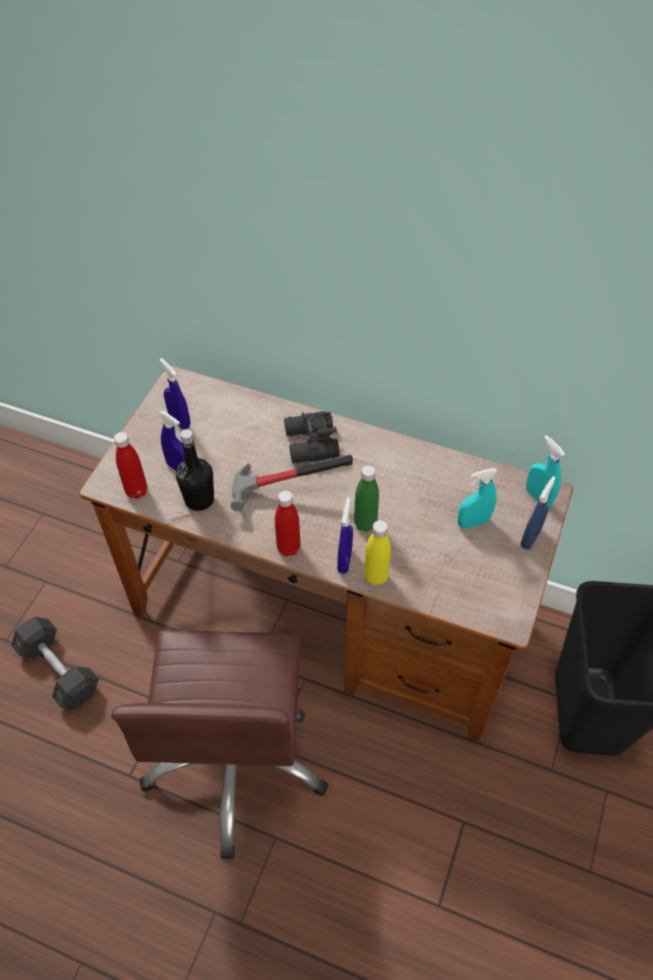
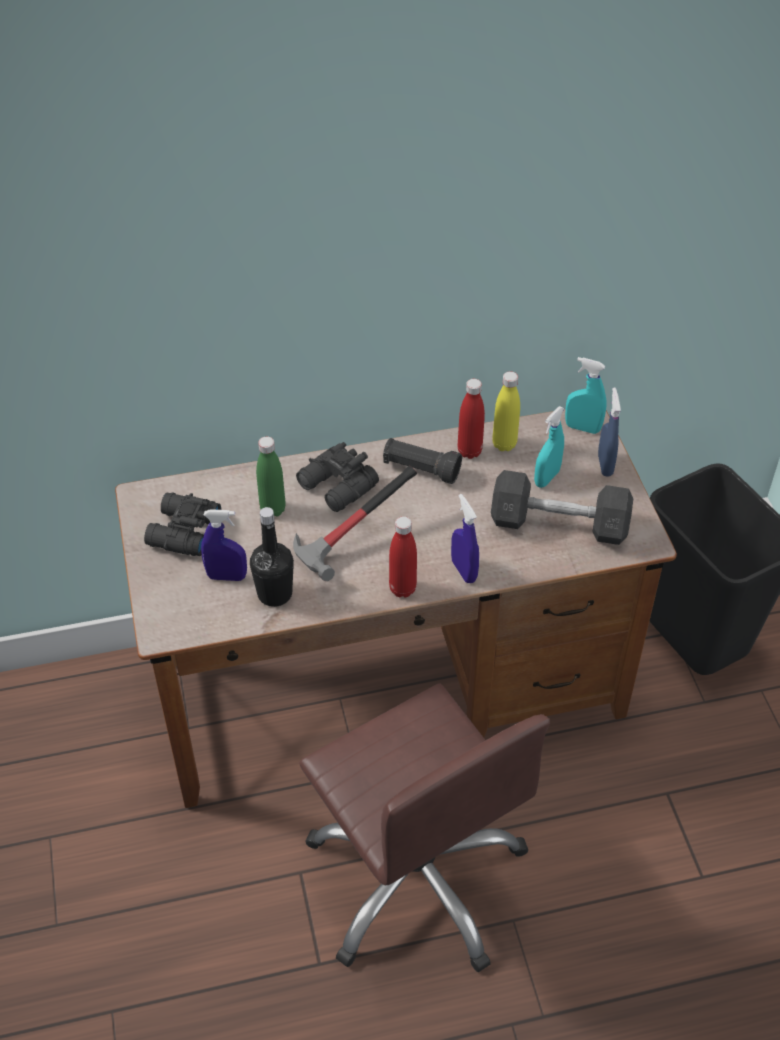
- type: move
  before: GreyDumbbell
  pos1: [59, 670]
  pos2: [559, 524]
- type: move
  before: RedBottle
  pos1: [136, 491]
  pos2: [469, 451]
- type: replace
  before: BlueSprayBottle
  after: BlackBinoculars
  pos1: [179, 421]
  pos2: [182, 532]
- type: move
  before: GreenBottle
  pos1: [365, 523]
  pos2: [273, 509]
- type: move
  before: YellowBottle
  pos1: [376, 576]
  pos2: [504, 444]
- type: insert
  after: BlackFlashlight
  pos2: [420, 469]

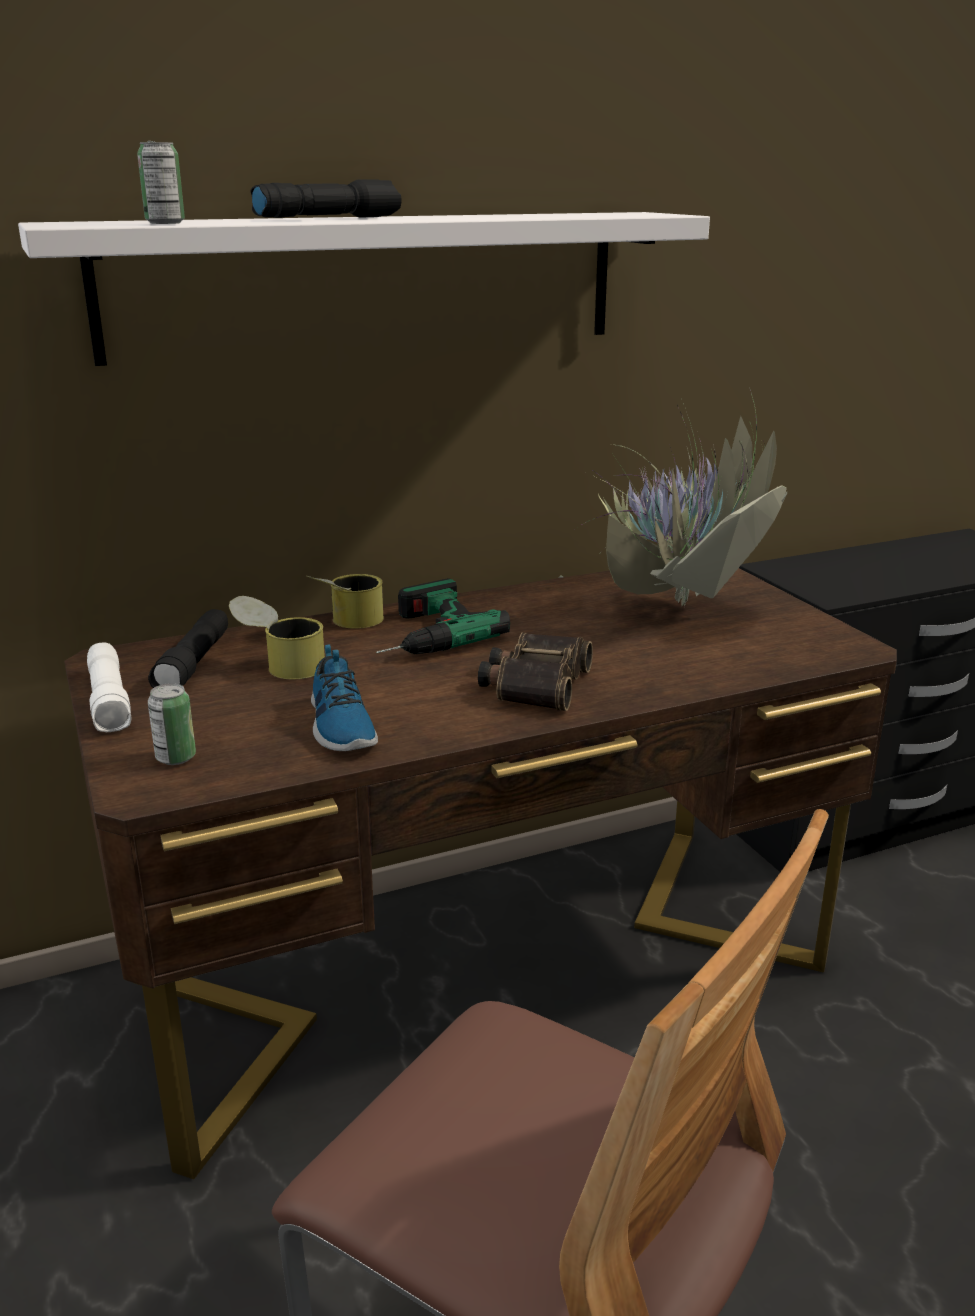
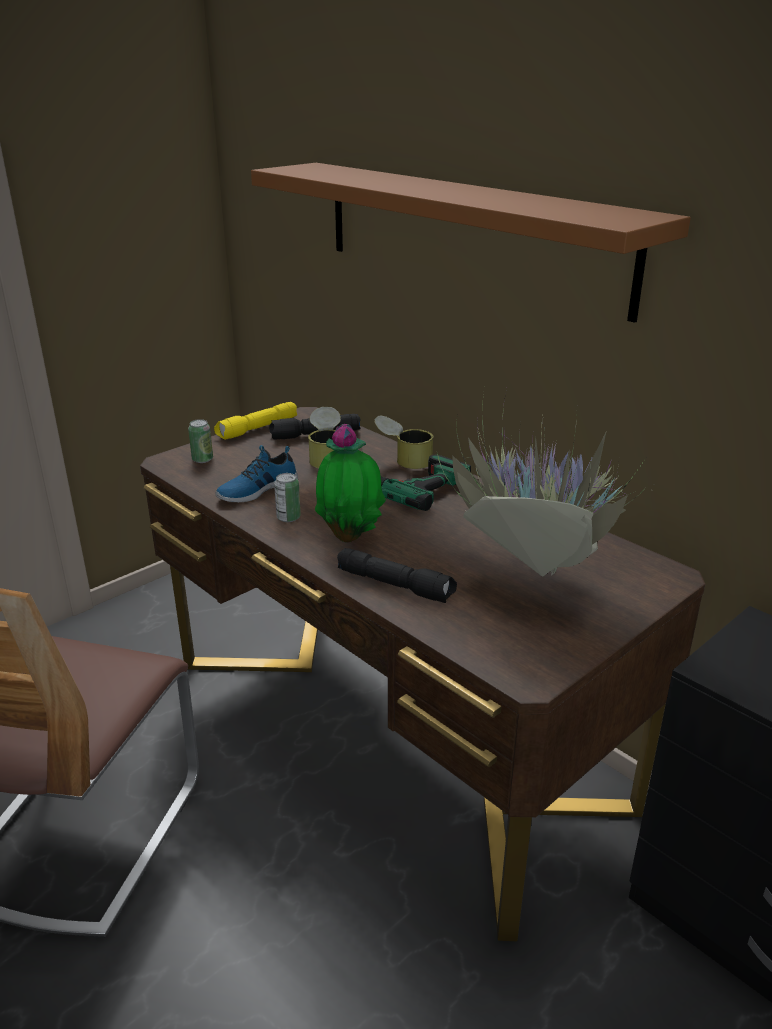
- type: recolor
  before: WhiteShelf
  after: BrownShelf
  pos1: [368, 284]
  pos2: [468, 234]
- type: recolor
  before: WhiteFlashlight
  after: YellowFlashlight
  pos1: [110, 701]
  pos2: [257, 429]
- type: move
  before: Can
  pos1: [165, 223]
  pos2: [288, 518]
- type: move
  before: BlackFlashlight
  pos1: [328, 218]
  pos2: [396, 585]
- type: replace
  before: Binoculars
  after: PottedPlant
  pos1: [535, 684]
  pos2: [350, 537]

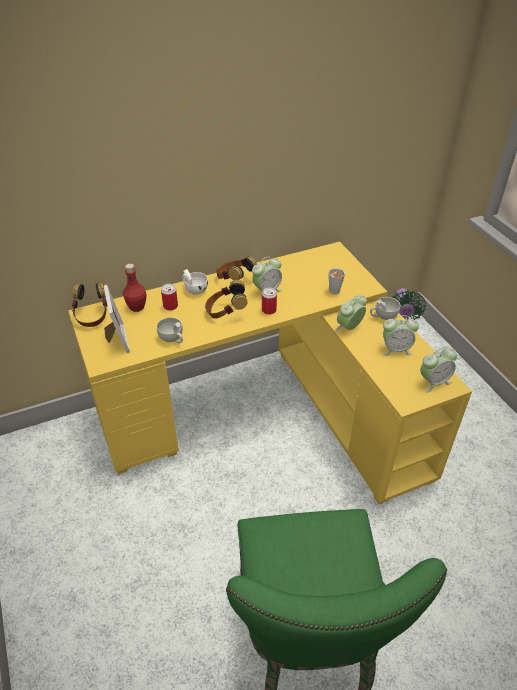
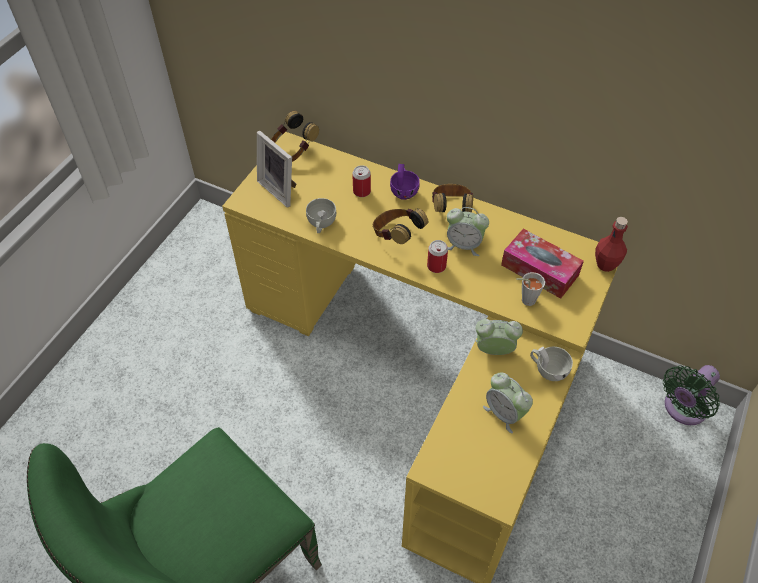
- type: rotate
  before: PictureFrame
  pos1: [116, 340]
  pos2: [280, 189]
  turn: 105
- type: move
  before: RedBottle
  pos1: [137, 307]
  pos2: [605, 264]
- type: recolor
  before: WhiteCup
  after: PurpleCup
  pos1: [194, 289]
  pos2: [404, 190]
- type: delete
  before: AlarmClock
  pos1: [434, 382]
- type: insert
  after: TissueBox
  pos2: [539, 270]

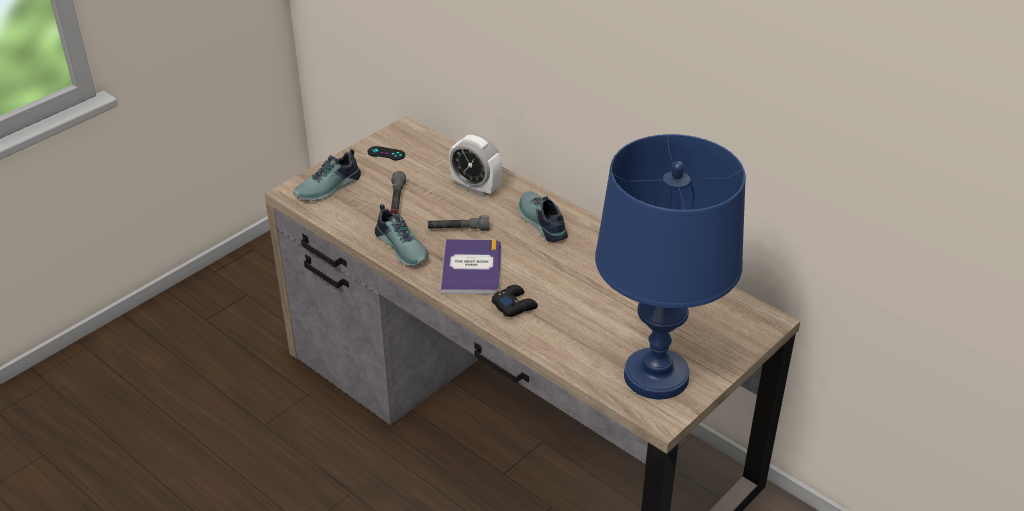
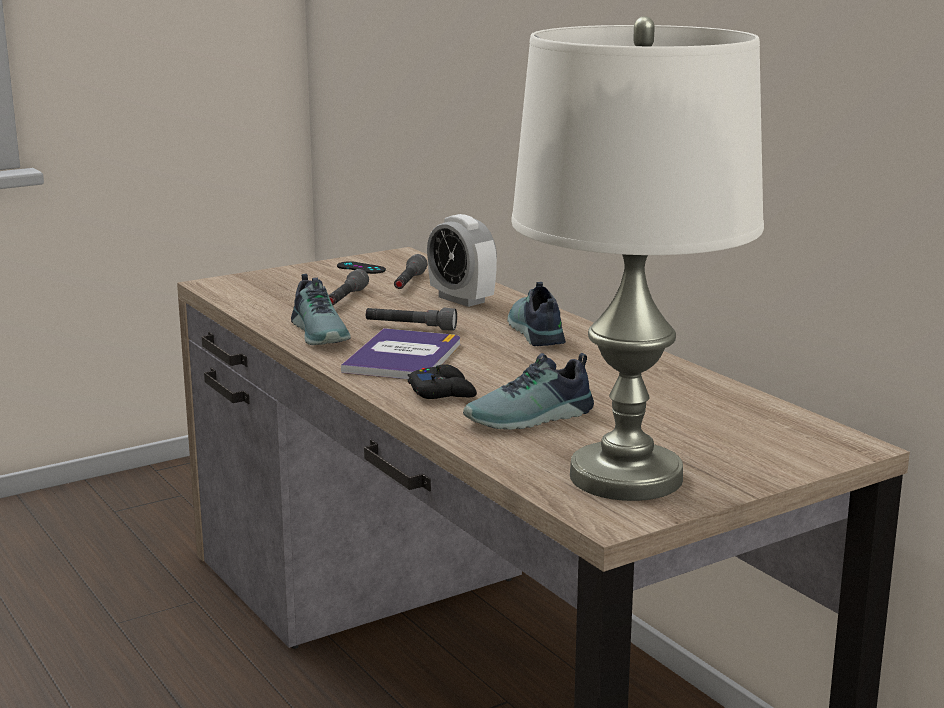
- type: move
  before: Shoe
  pos1: [329, 188]
  pos2: [531, 419]
- type: recolor
  before: BlueTableLamp
  after: WhiteTableLamp
  pos1: [655, 376]
  pos2: [625, 476]
- type: insert
  after: GreyFlashlight
  pos2: [409, 283]

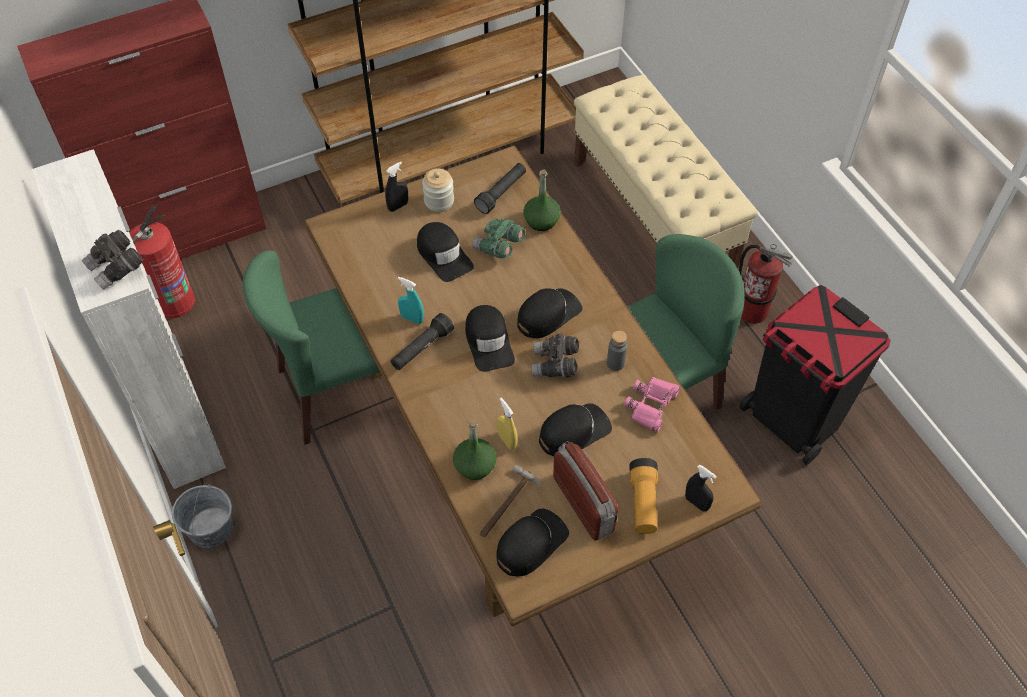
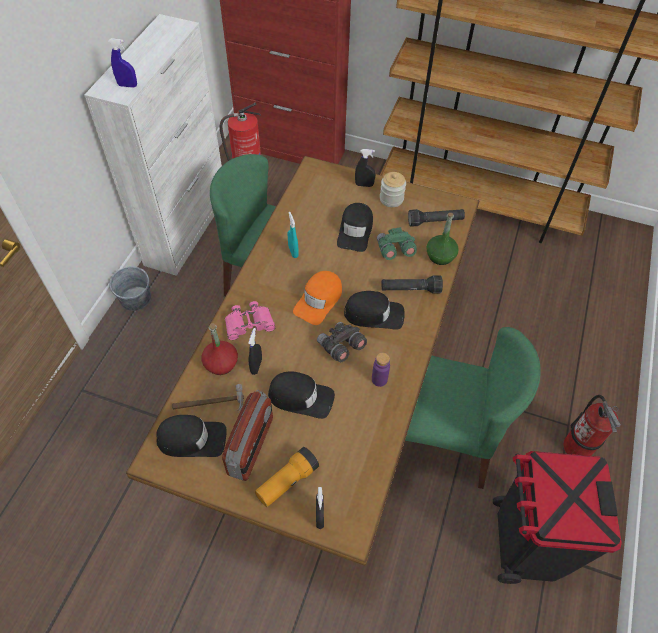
- type: replace
  before: GreyBinoculars
  after: BlueSprayBottle
  pos1: [117, 268]
  pos2: [127, 85]
- type: move
  before: BlackFlashlight
  pos1: [422, 349]
  pos2: [410, 290]
- type: recolor
  before: GreenBottle
  after: RedBottle
  pos1: [475, 465]
  pos2: [221, 364]
- type: recolor
  before: BlackCap
  after: OrangeCap
  pos1: [489, 342]
  pos2: [319, 300]
- type: recolor
  before: YellowSprayBottle
  after: BlackSprayBottle
  pos1: [507, 440]
  pos2: [256, 366]
- type: delete
  before: BeigeBench
  pos1: [653, 216]
- type: recolor
  before: GreyBottle
  after: PurpleBottle
  pos1: [615, 363]
  pos2: [379, 379]
- type: move
  before: PinkBinoculars
  pos1: [651, 405]
  pos2: [249, 324]

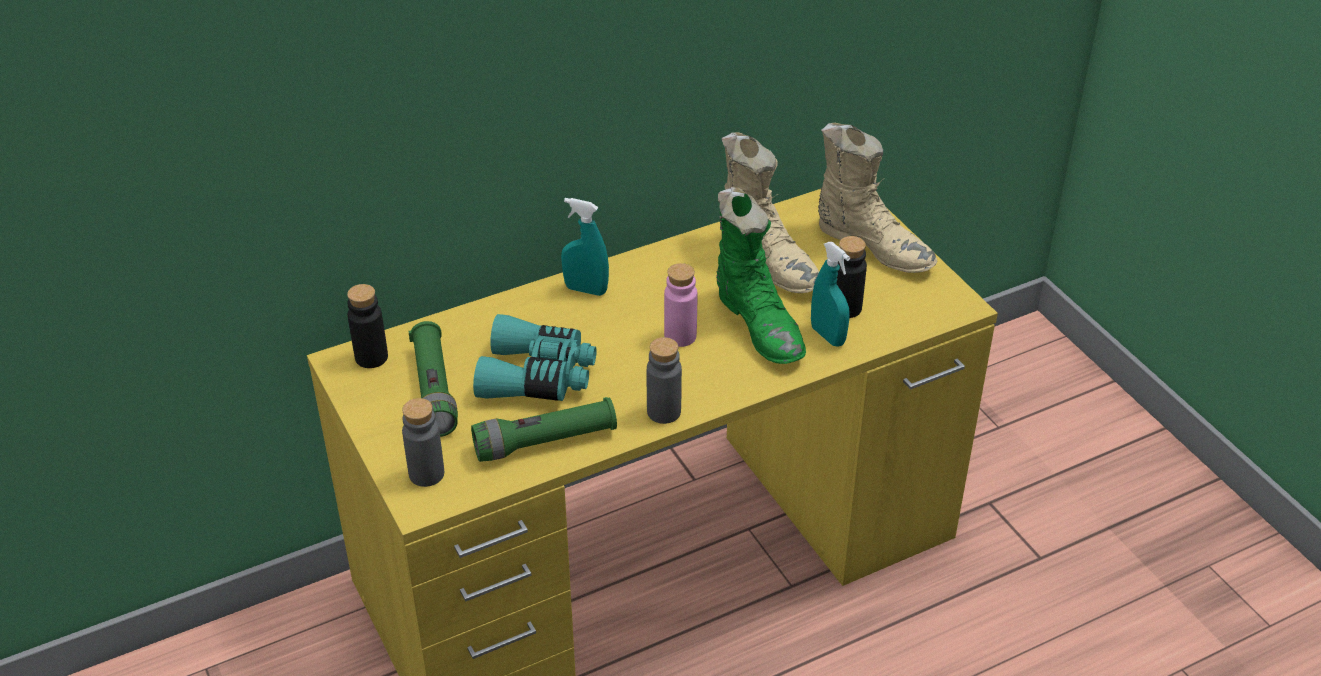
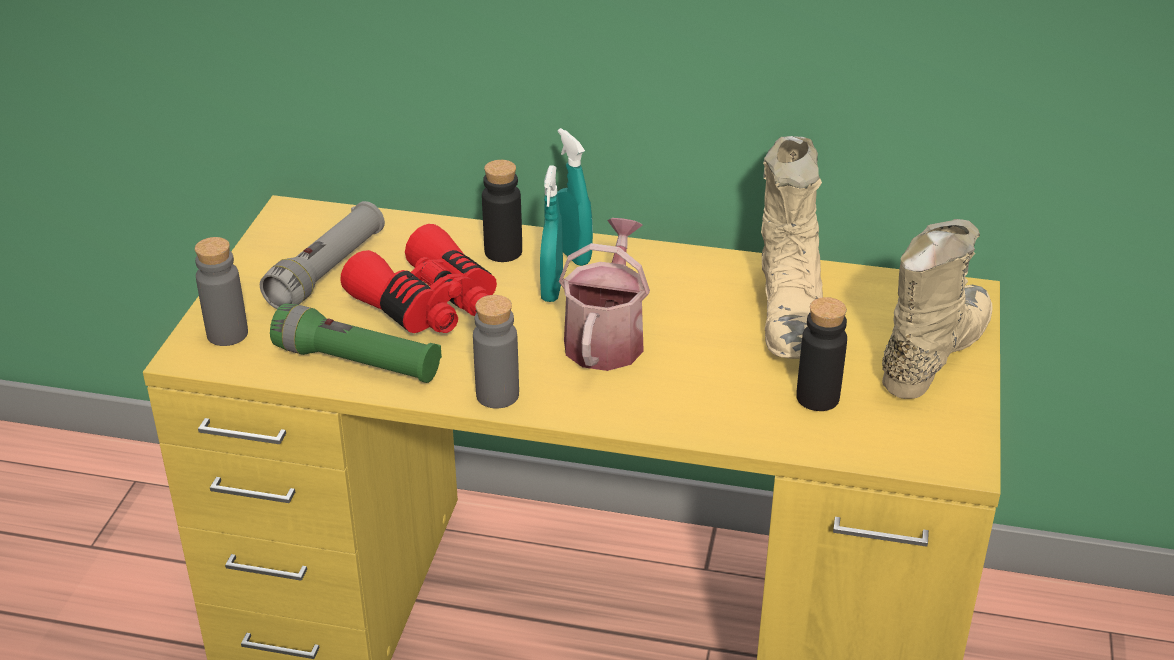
- type: move
  before: BlackBottle
  pos1: [371, 357]
  pos2: [503, 252]
- type: recolor
  before: GreenFlashlight
  after: GreyFlashlight
  pos1: [434, 391]
  pos2: [327, 271]
- type: recolor
  before: TurquoiseBinoculars
  after: RedBinoculars
  pos1: [538, 376]
  pos2: [428, 304]
- type: replace
  before: PinkBottle
  after: WateringCan
  pos1: [680, 336]
  pos2: [606, 337]
- type: delete
  before: GreenBoot
  pos1: [759, 325]
- type: move
  before: TurquoiseSprayBottle
  pos1: [827, 336]
  pos2: [552, 290]
- type: rotate
  before: BeigeBoot
  pos1: [873, 246]
  pos2: [931, 354]
  turn: -135

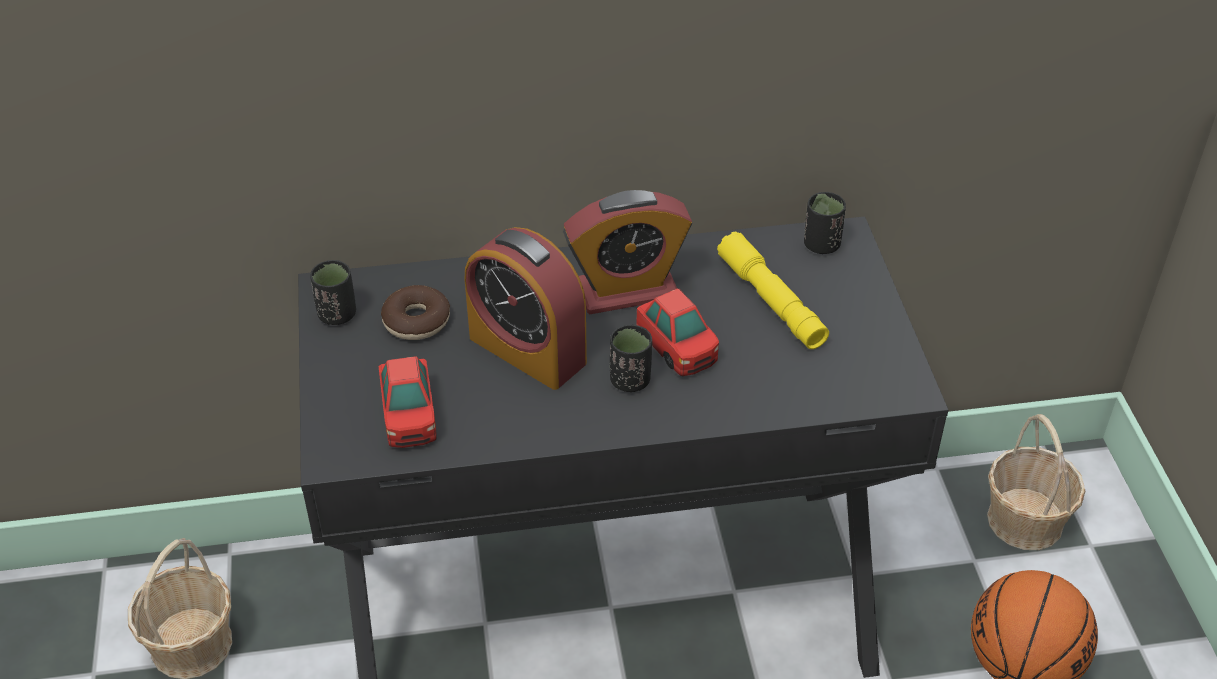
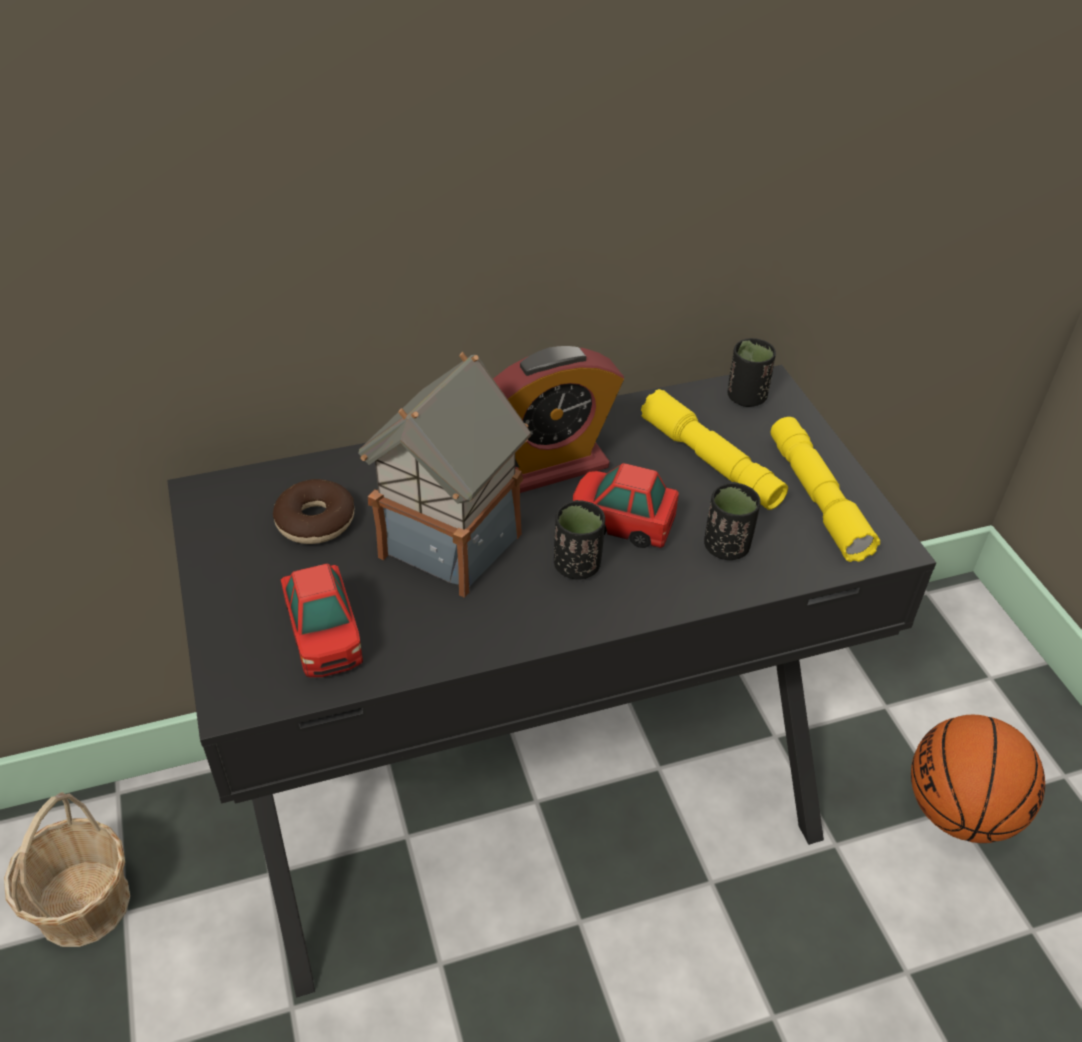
- type: move
  before: BlackCup
  pos1: [337, 315]
  pos2: [726, 547]
- type: replace
  before: AlarmClock
  after: ToyHouse
  pos1: [527, 350]
  pos2: [451, 542]
- type: rotate
  before: ToyCar
  pos1: [677, 348]
  pos2: [621, 523]
  turn: 150
- type: delete
  before: Basket
  pos1: [1024, 521]
- type: insert
  after: YellowFlashlight
  pos2: [817, 498]

